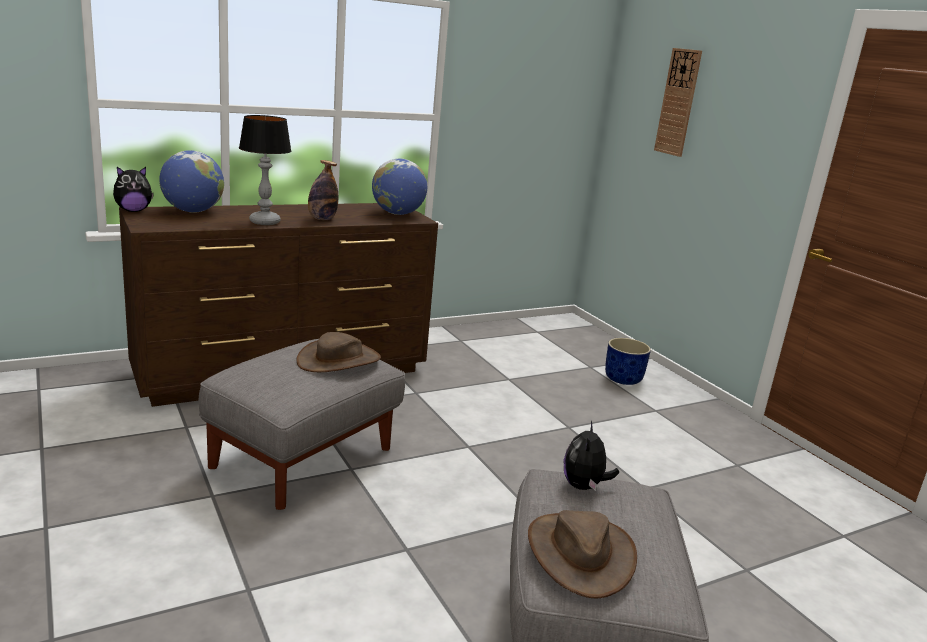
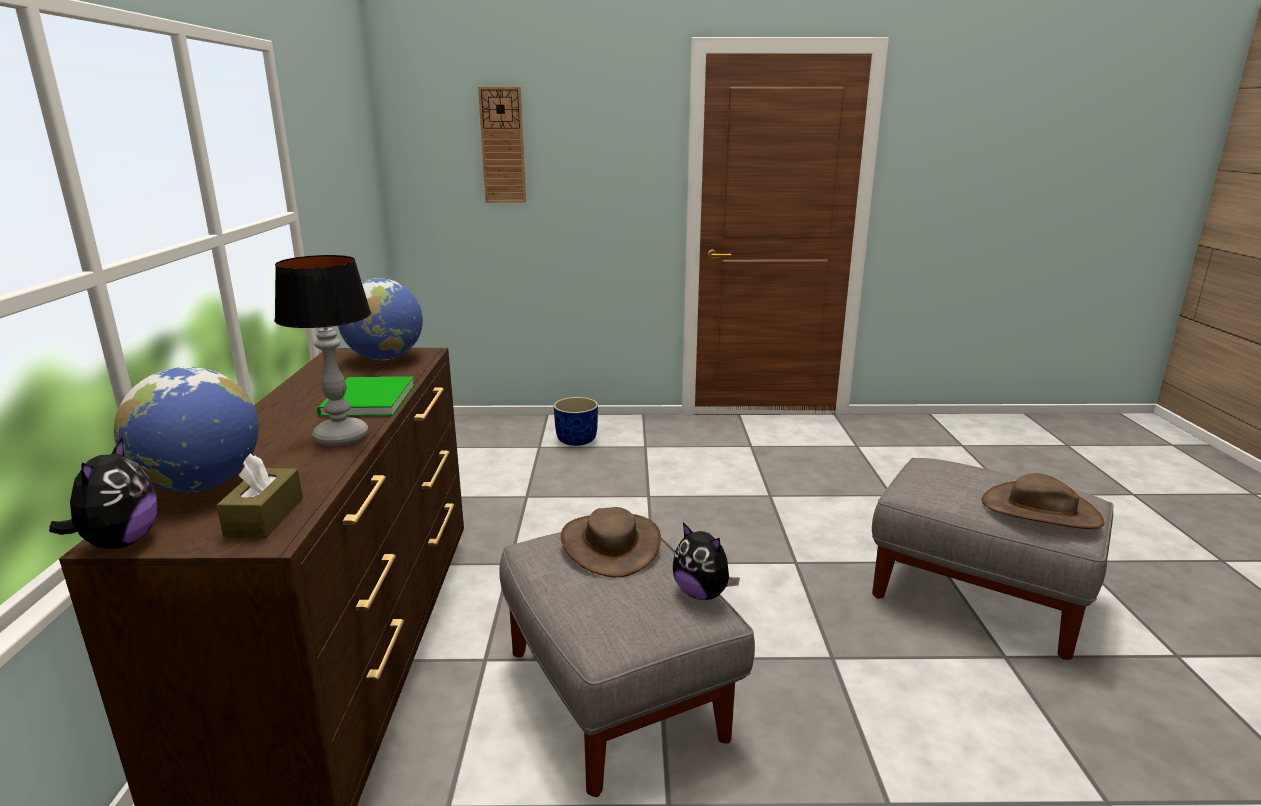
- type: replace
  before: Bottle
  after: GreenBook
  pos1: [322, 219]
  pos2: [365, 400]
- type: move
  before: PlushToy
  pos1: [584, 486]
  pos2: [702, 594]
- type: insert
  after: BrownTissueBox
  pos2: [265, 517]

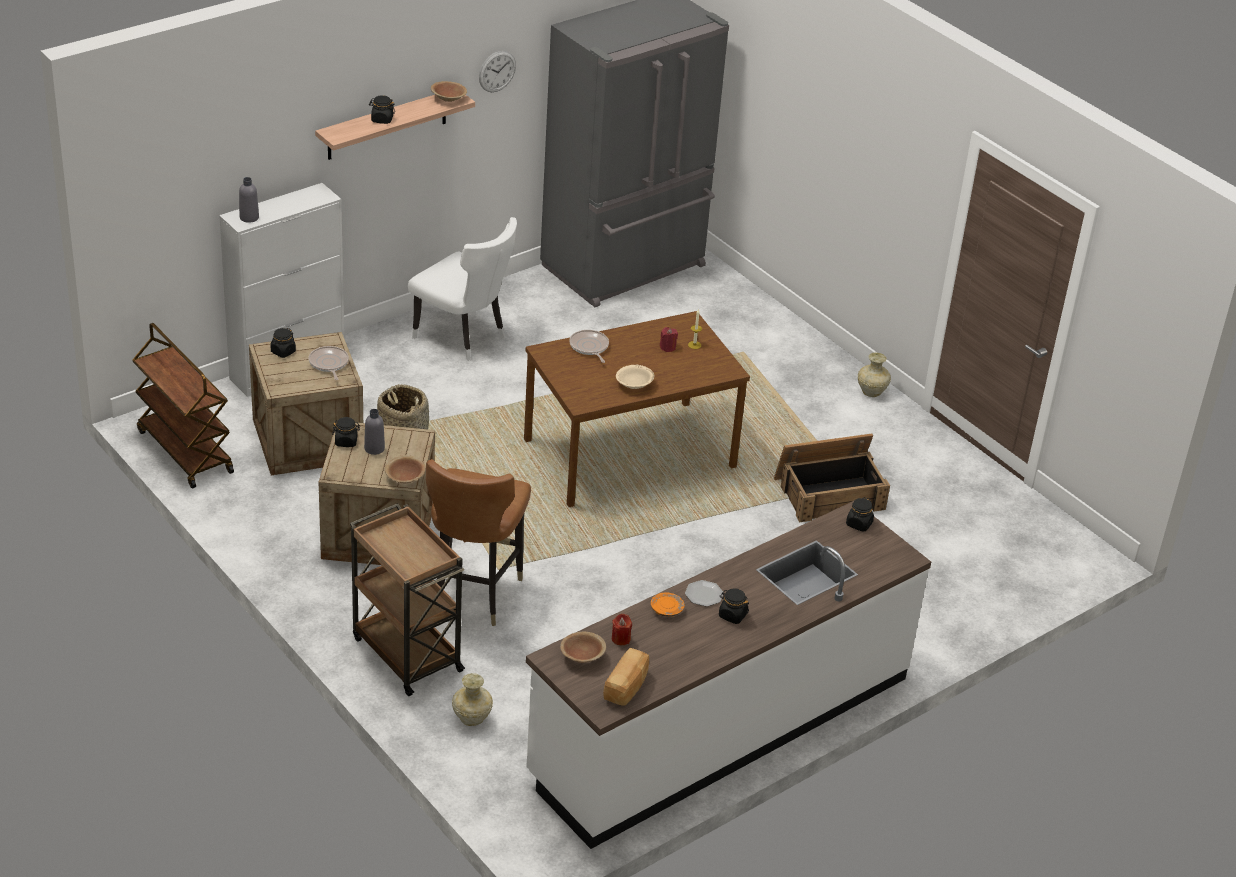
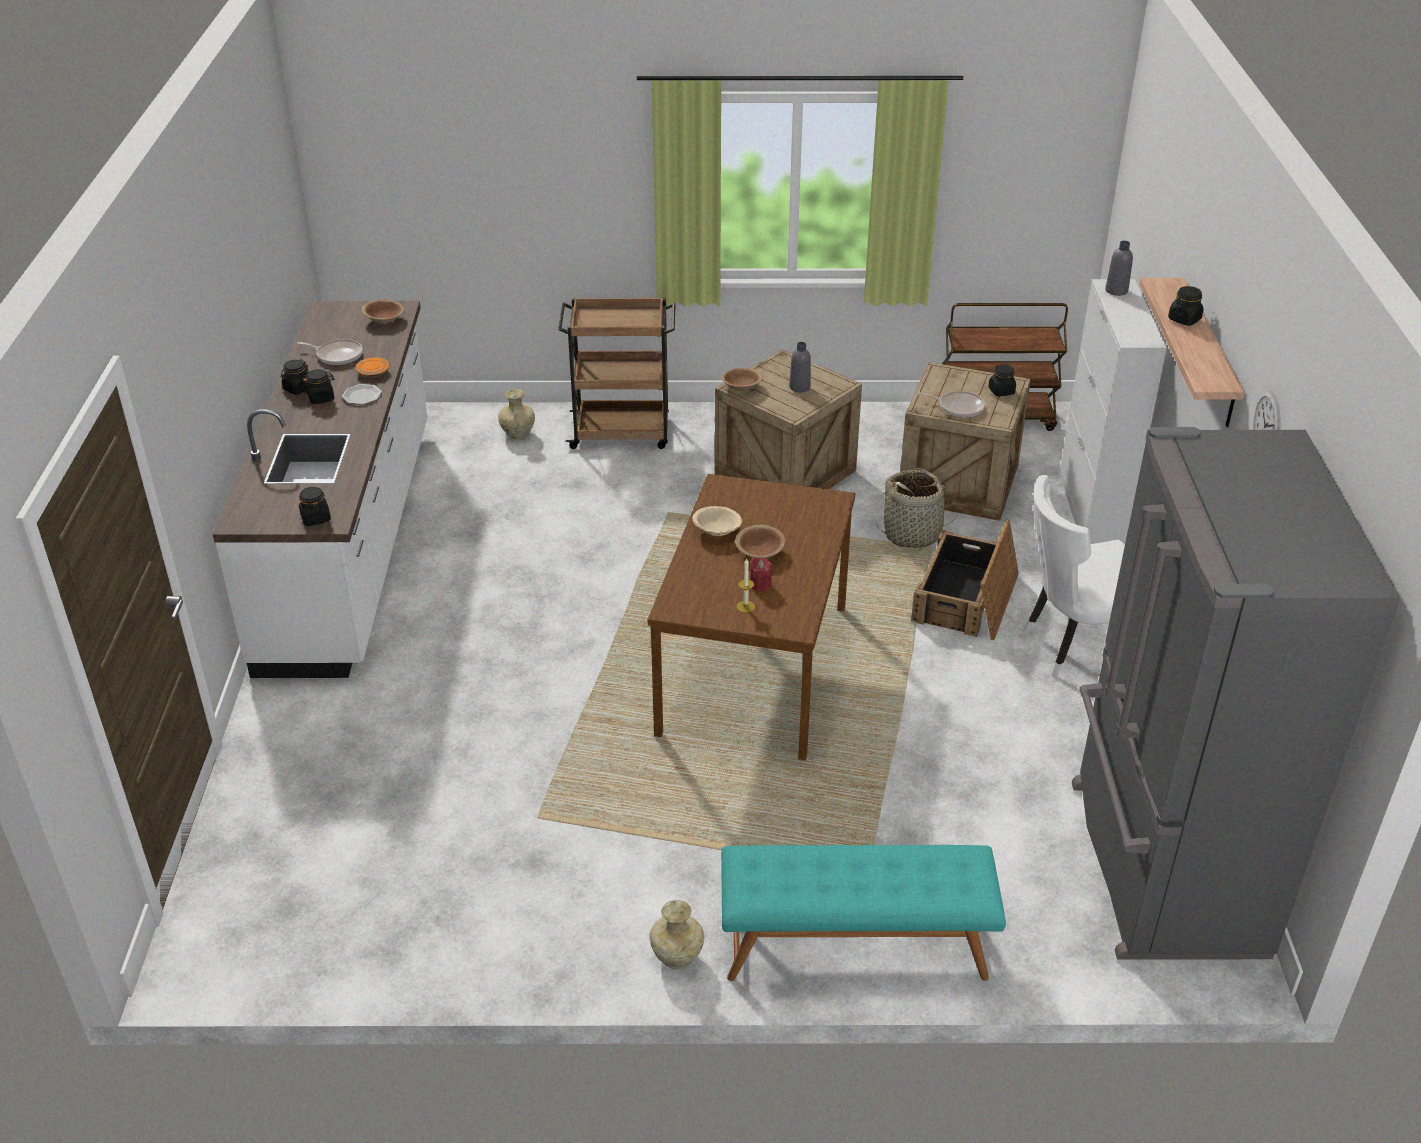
- type: move
  before: BlackJar
  pos1: [346, 441]
  pos2: [298, 389]
- type: delete
  before: BrownChair
  pos1: [473, 593]
- type: move
  before: BrownBowl
  pos1: [448, 99]
  pos2: [760, 552]
- type: move
  before: FryingPan
  pos1: [589, 347]
  pos2: [337, 355]
- type: delete
  before: Bread
  pos1: [627, 687]
- type: delete
  before: RedCandle
  pos1: [621, 639]
- type: move
  before: Crate
  pos1: [830, 493]
  pos2: [966, 599]
- type: insert
  after: TurquoiseBench
  pos2: [854, 946]

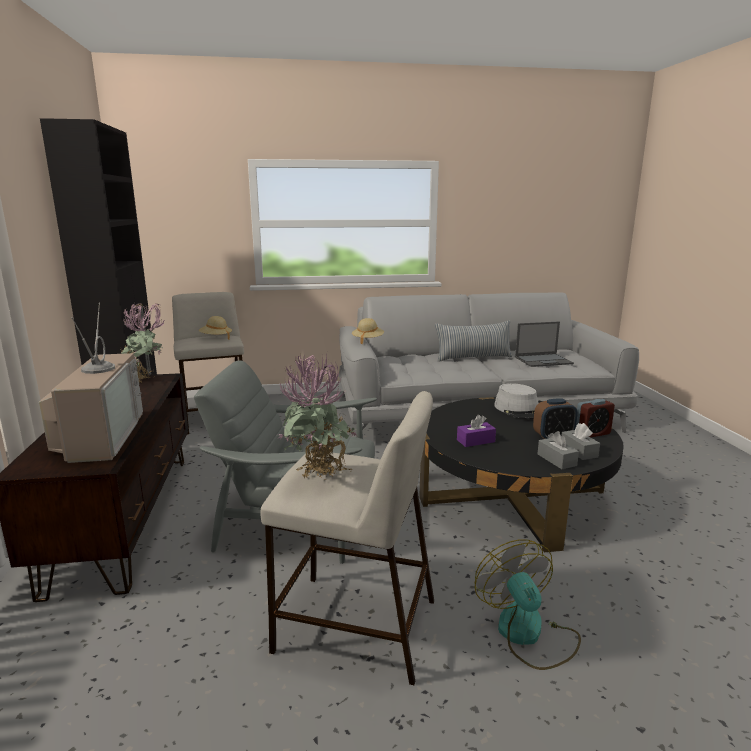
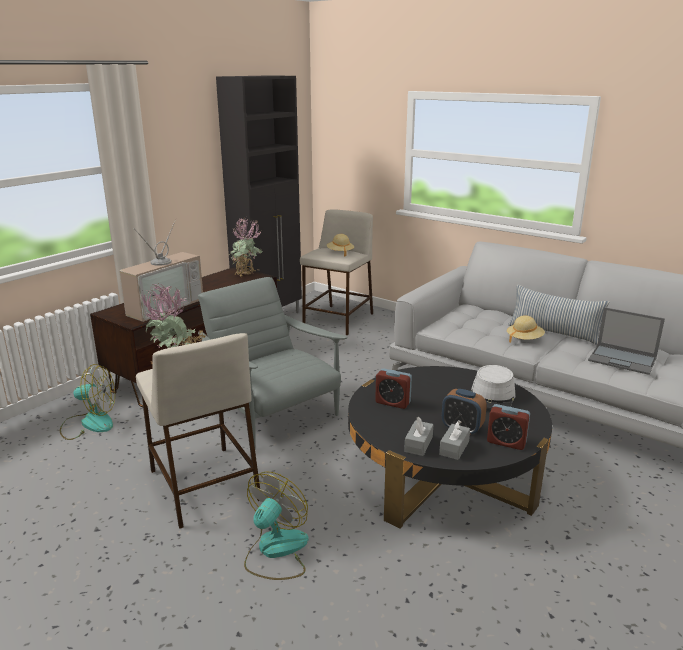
- type: move
  before: BeigeHat
  pos1: [367, 340]
  pos2: [524, 339]
- type: replace
  before: PurpleTissueBox
  after: AlarmClock
  pos1: [475, 441]
  pos2: [392, 402]
- type: insert
  after: Fan
  pos2: [89, 423]

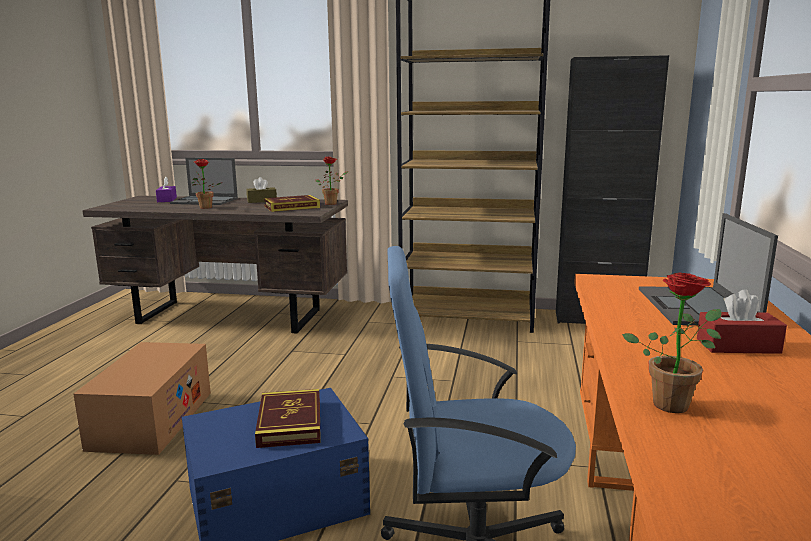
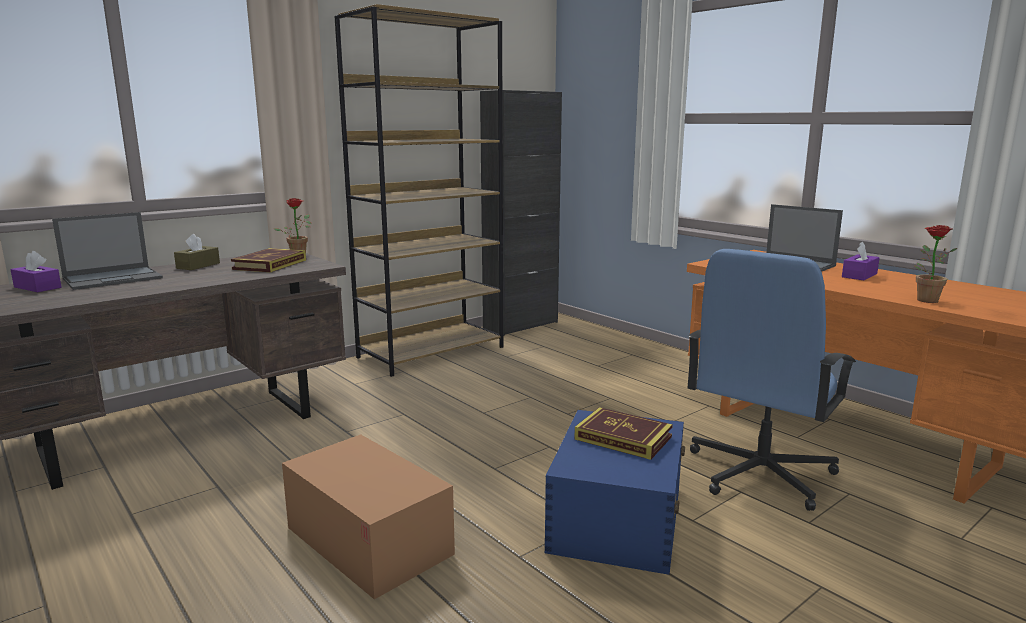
- type: delete
  before: PottedPlant
  pos1: [205, 208]
- type: recolor
  before: RedTissueBox
  after: PurpleTissueBox
  pos1: [738, 346]
  pos2: [859, 275]

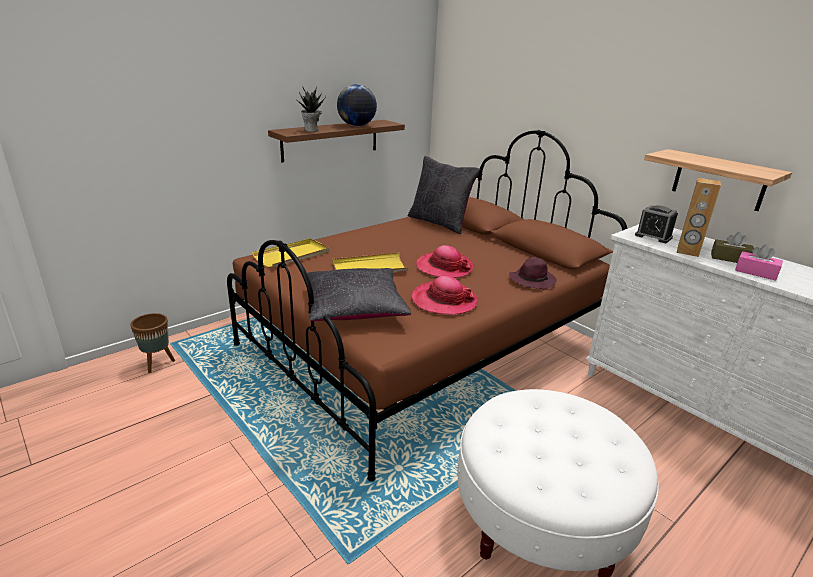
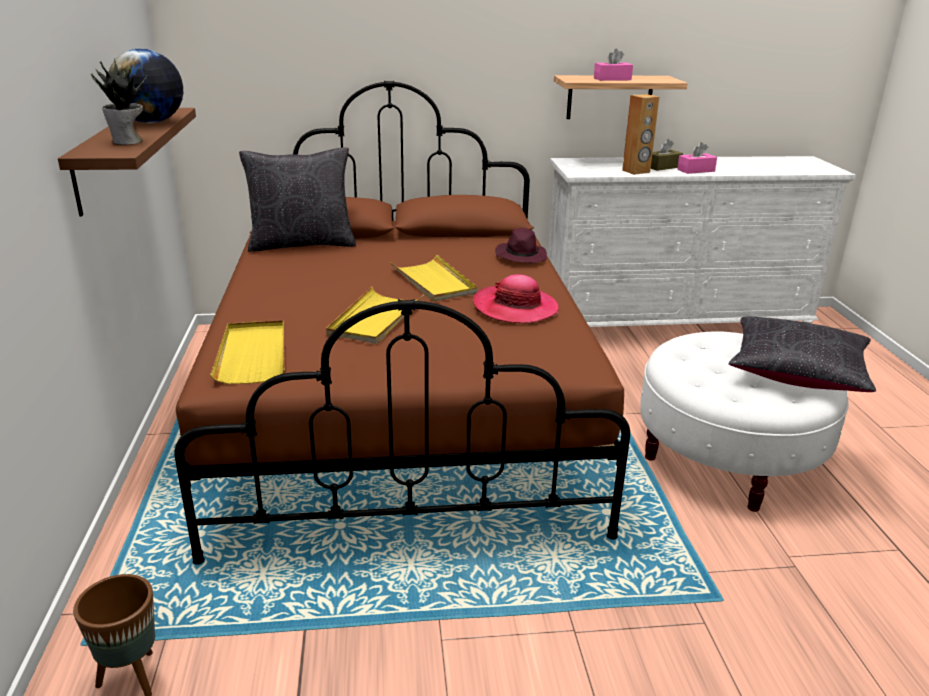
- type: move
  before: BlackPillow
  pos1: [355, 308]
  pos2: [797, 371]
- type: replace
  before: Hat
  after: YellowTray
  pos1: [444, 267]
  pos2: [433, 282]
- type: delete
  before: AlarmClock
  pos1: [653, 236]
- type: insert
  after: PinkTissueBox
  pos2: [612, 79]

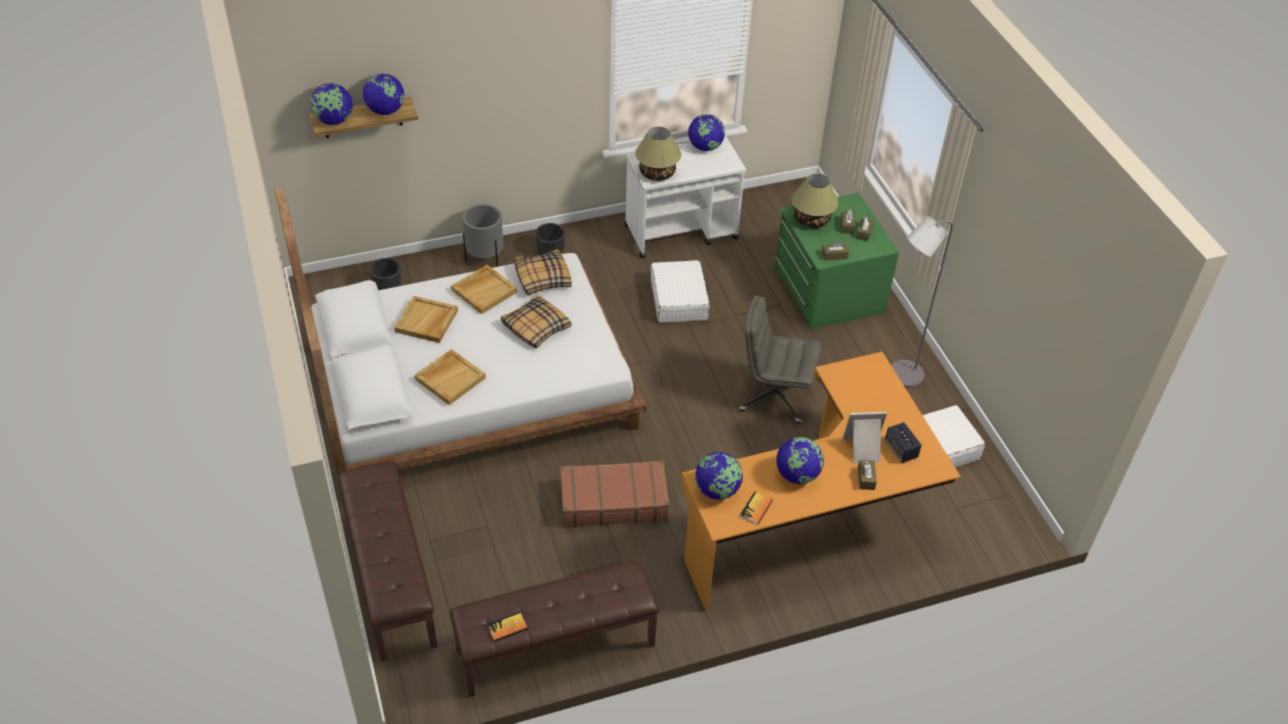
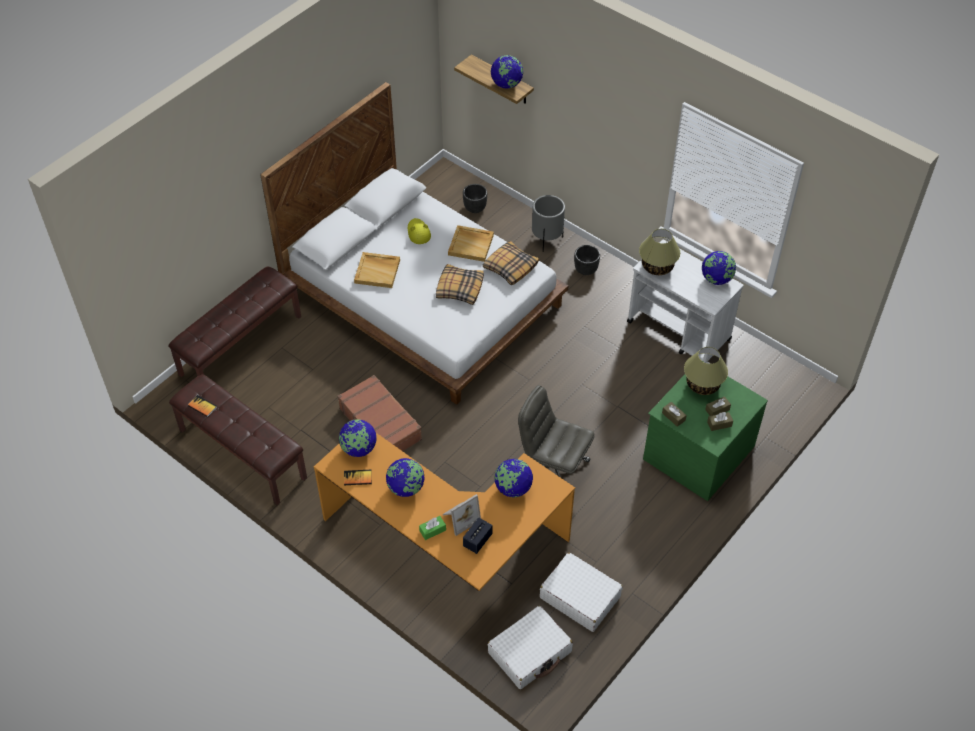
- type: move
  before: Globe
  pos1: [334, 121]
  pos2: [513, 488]
- type: replace
  before: BeigeTray
  after: YellowHat
  pos1: [426, 321]
  pos2: [418, 233]
- type: move
  before: WhiteSuitcase
  pos1: [679, 299]
  pos2: [530, 652]
- type: rotate
  before: GreyOfficeChair
  pos1: [774, 396]
  pos2: [552, 469]
  turn: -45
- type: rotate
  before: PictureFrame
  pos1: [863, 450]
  pos2: [459, 517]
  turn: 90
- type: recolor
  before: BrownTissueBox
  after: GreenTissueBox
  pos1: [866, 478]
  pos2: [432, 530]
- type: delete
  before: GreyFloorLamp
  pos1: [899, 377]

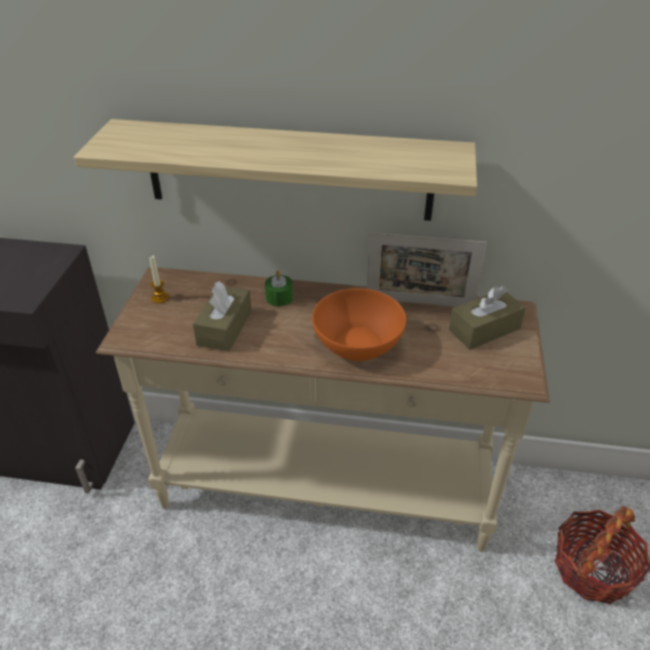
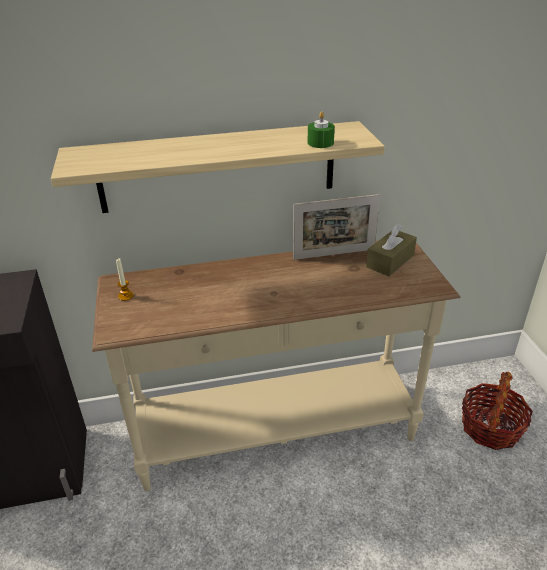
- type: delete
  before: BrownTissueBox
  pos1: [224, 328]
- type: move
  before: GreenCandle
  pos1: [279, 297]
  pos2: [320, 143]
- type: delete
  before: OrangeBowl
  pos1: [358, 344]

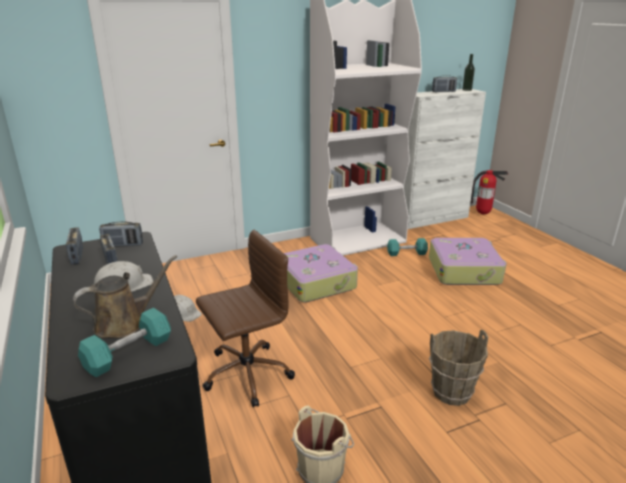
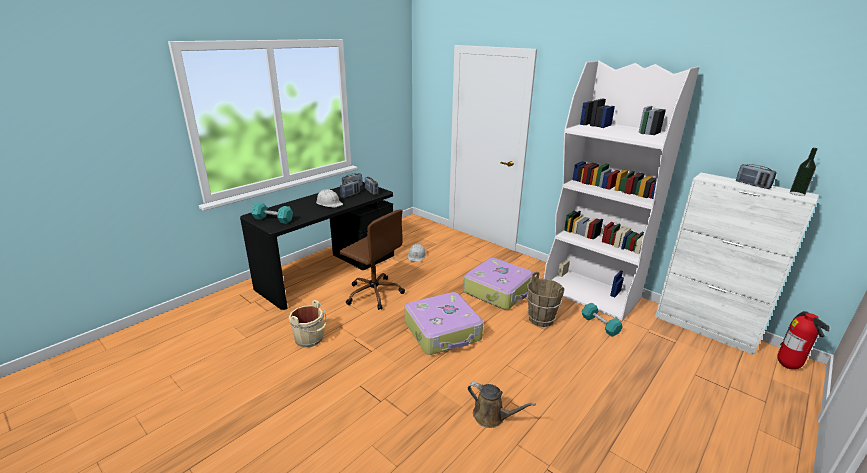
- type: move
  before: BrownWateringCan
  pos1: [124, 323]
  pos2: [492, 416]
- type: move
  before: Suitcase
  pos1: [464, 270]
  pos2: [443, 331]
- type: move
  before: BrownBucket
  pos1: [452, 393]
  pos2: [540, 319]

